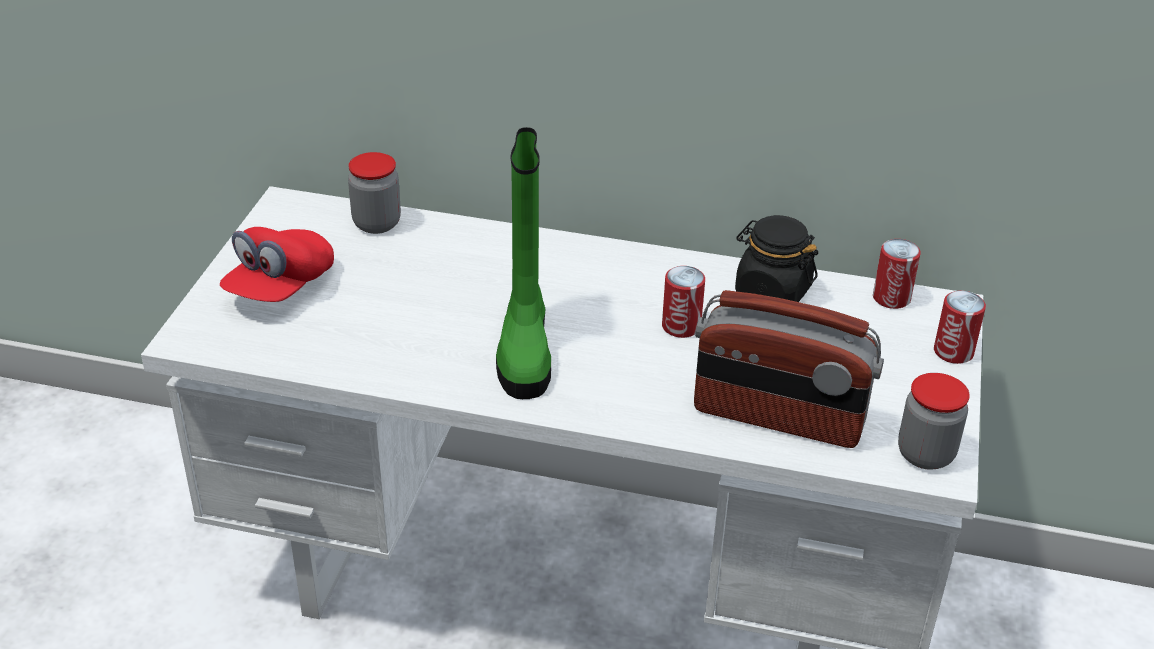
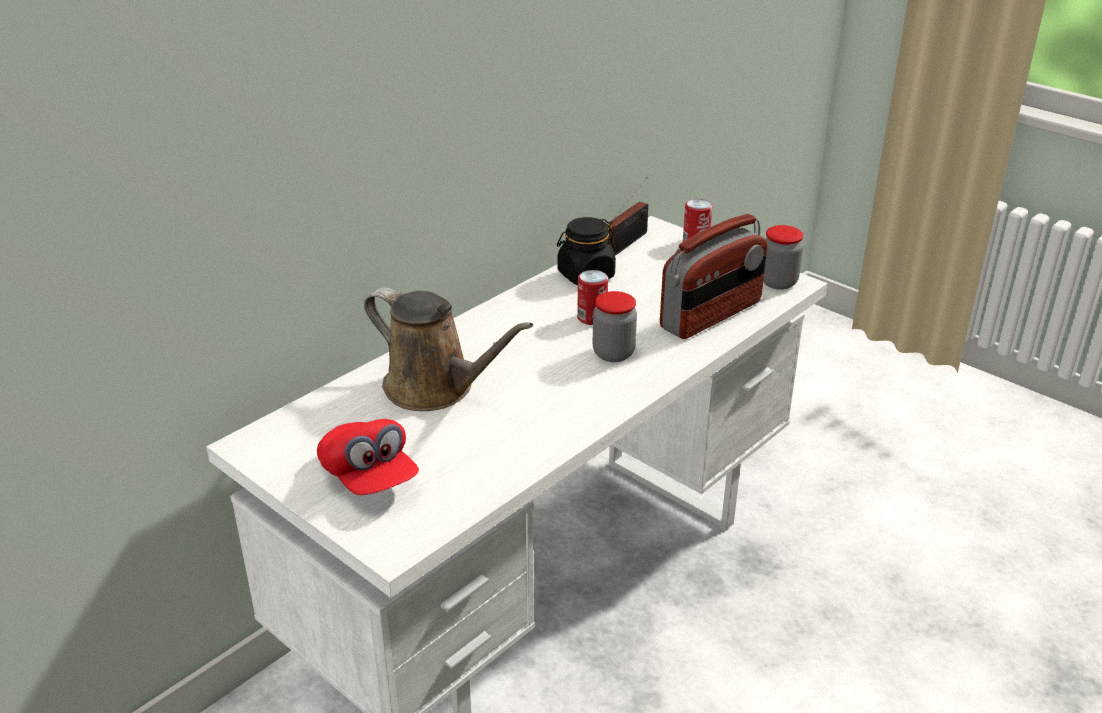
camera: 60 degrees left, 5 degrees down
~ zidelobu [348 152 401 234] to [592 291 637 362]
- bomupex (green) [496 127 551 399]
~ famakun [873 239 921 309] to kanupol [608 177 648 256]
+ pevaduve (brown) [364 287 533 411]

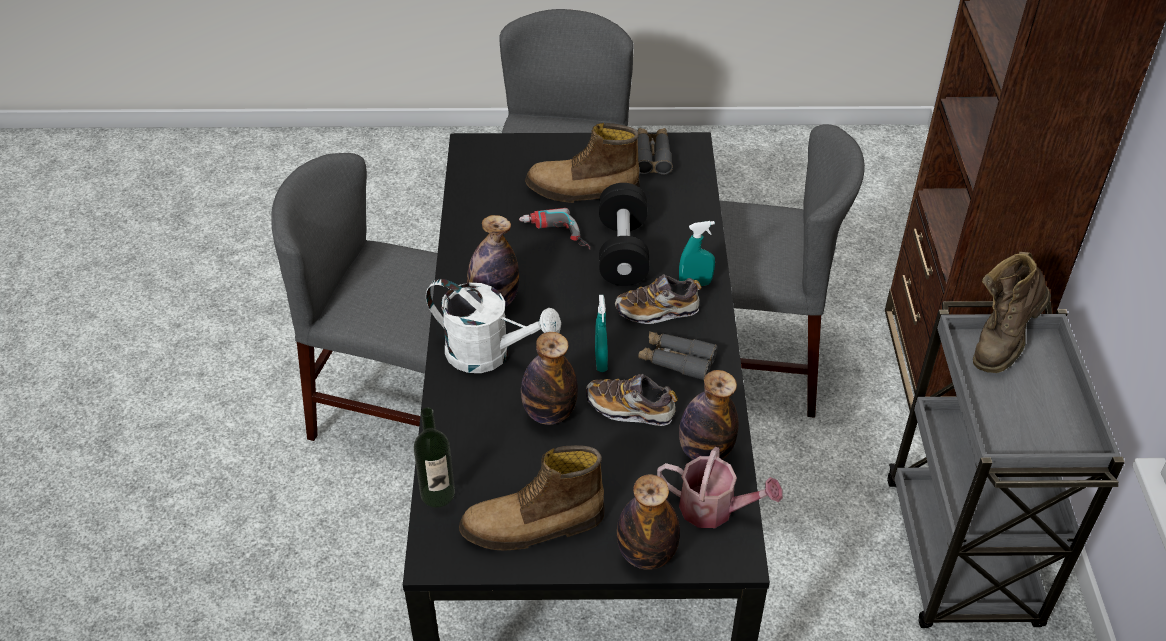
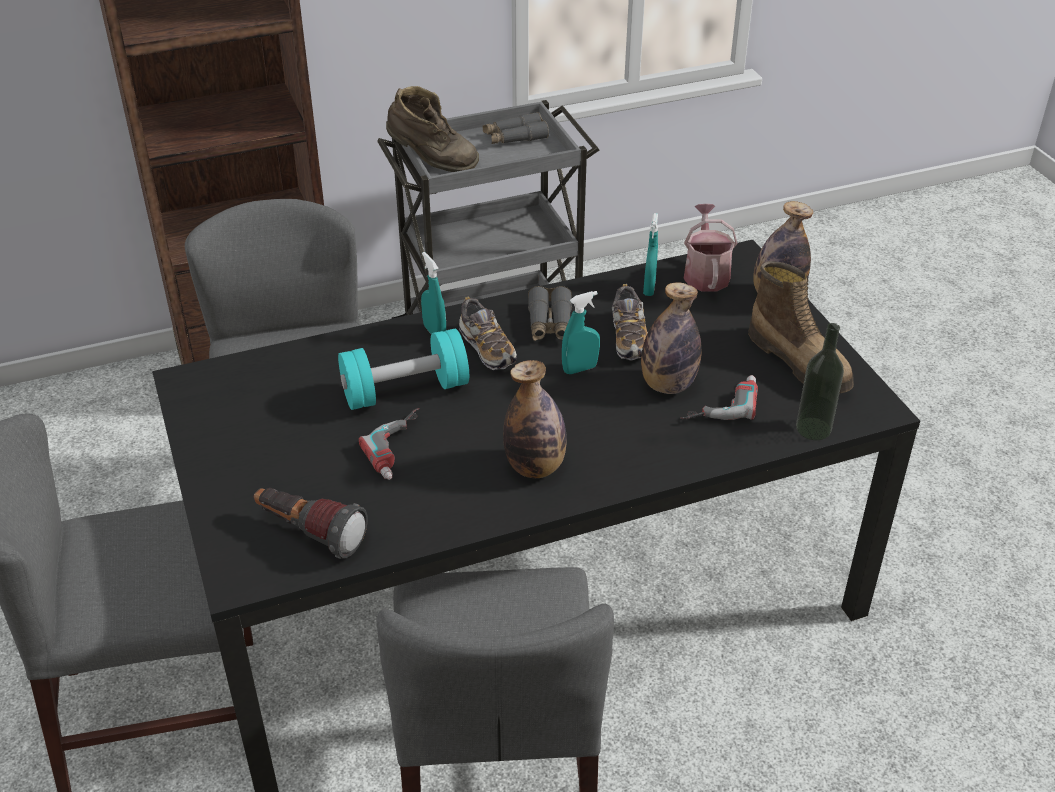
camera: 110 degrees left, 5 degrees down
- pevaduve (white) [426 279 561 373]
- bomupex [525 123 640 203]
~ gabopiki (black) [599 183 649 286] to gabopiki (turquoise) [338 329 469 410]
~ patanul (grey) [638 128 673 175] to [483 112 549 144]
~ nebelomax [679 370 739 460] to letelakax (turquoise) [643 213 658 296]
+ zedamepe [254 488 368 559]
+ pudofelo [680 375 758 420]

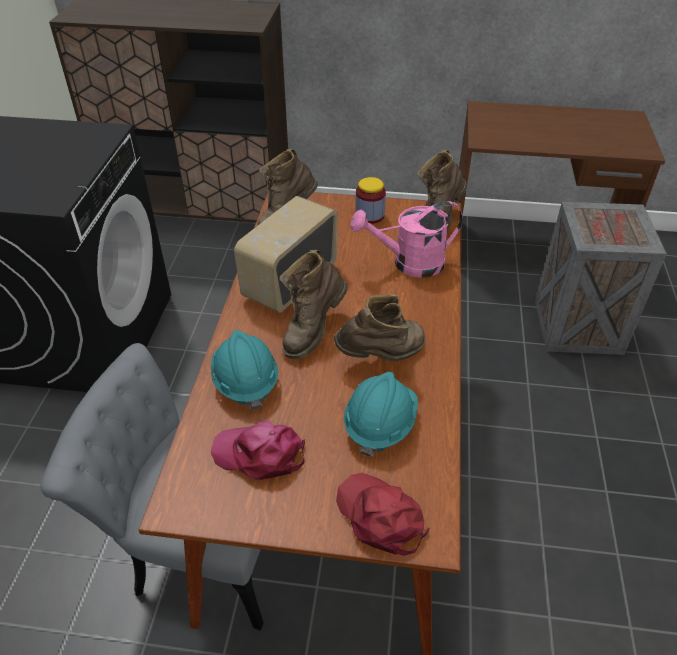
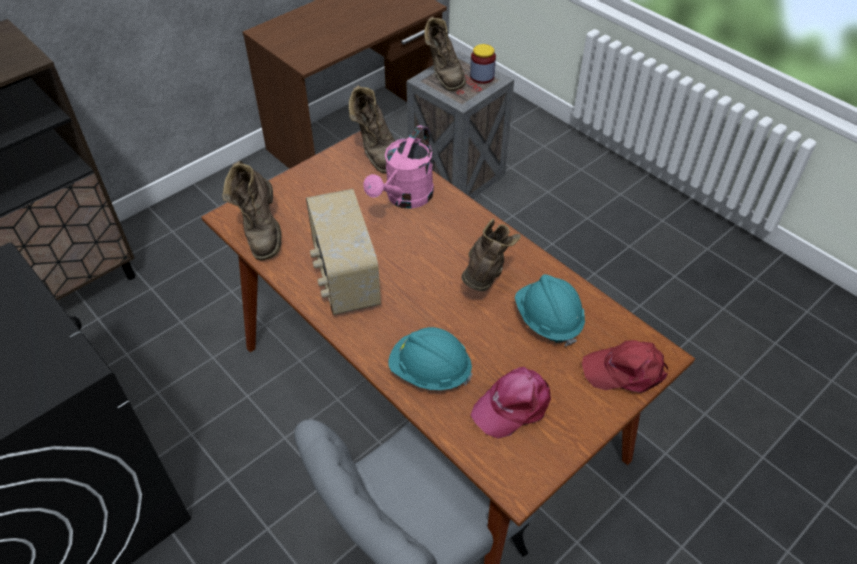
camera: 50 degrees left, 5 degrees up
~ bomupex (brown) [279 250 348 359] to [424 17 466 91]
~ zidelobu [355 177 386 224] to [470 44 496 84]

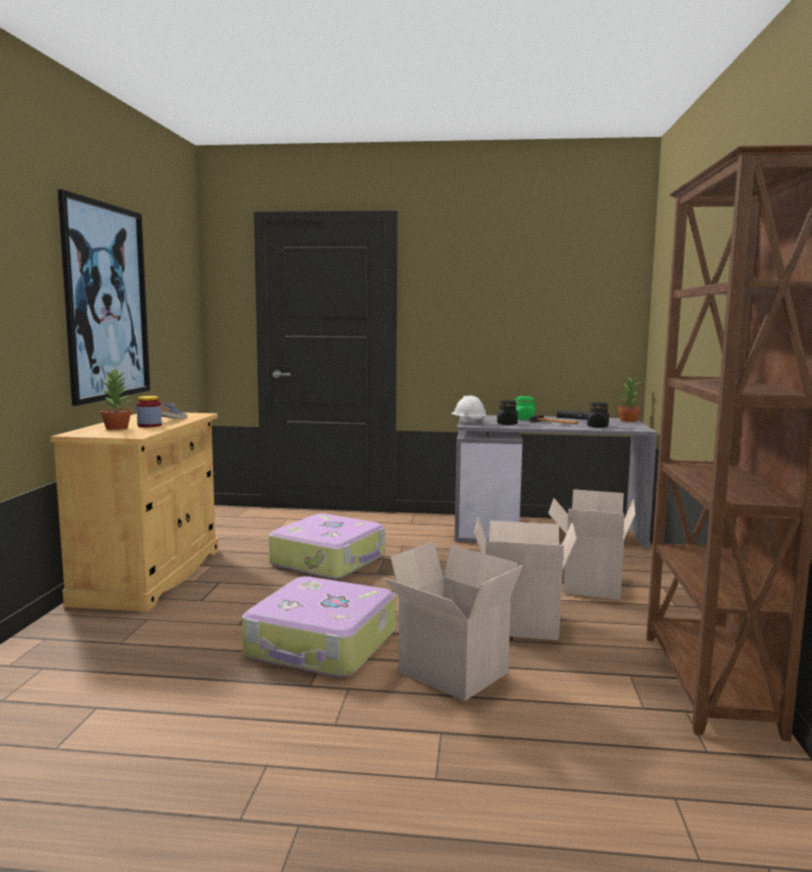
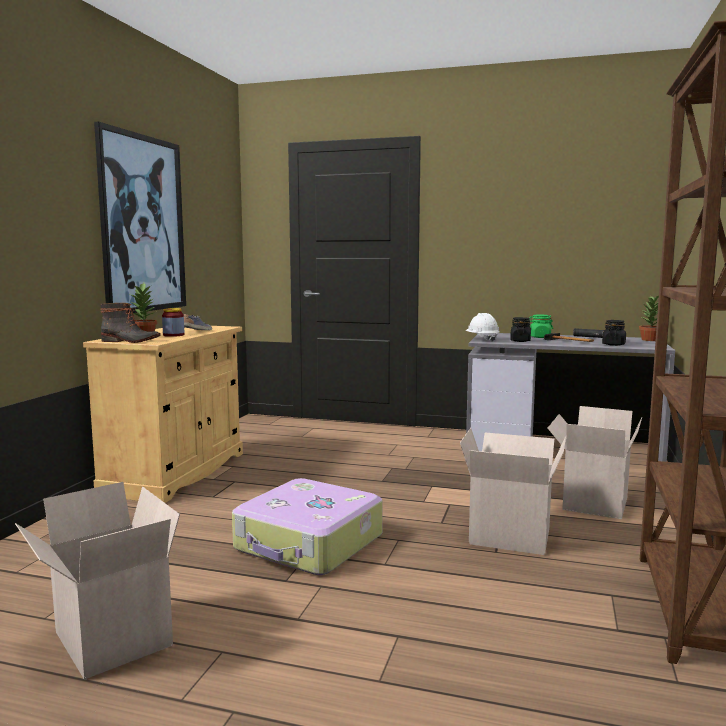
camera: 10 degrees right, 0 degrees up
- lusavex [269 513 385 579]
~ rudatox [383 541 523 701] to [15 482 180 679]
+ bomupex [101 303 161 343]

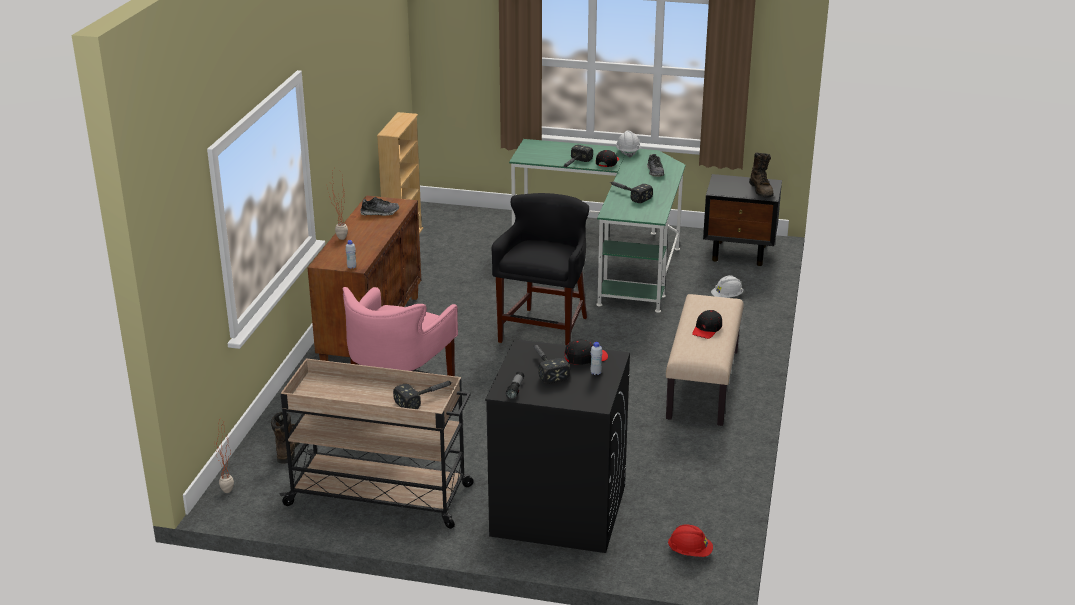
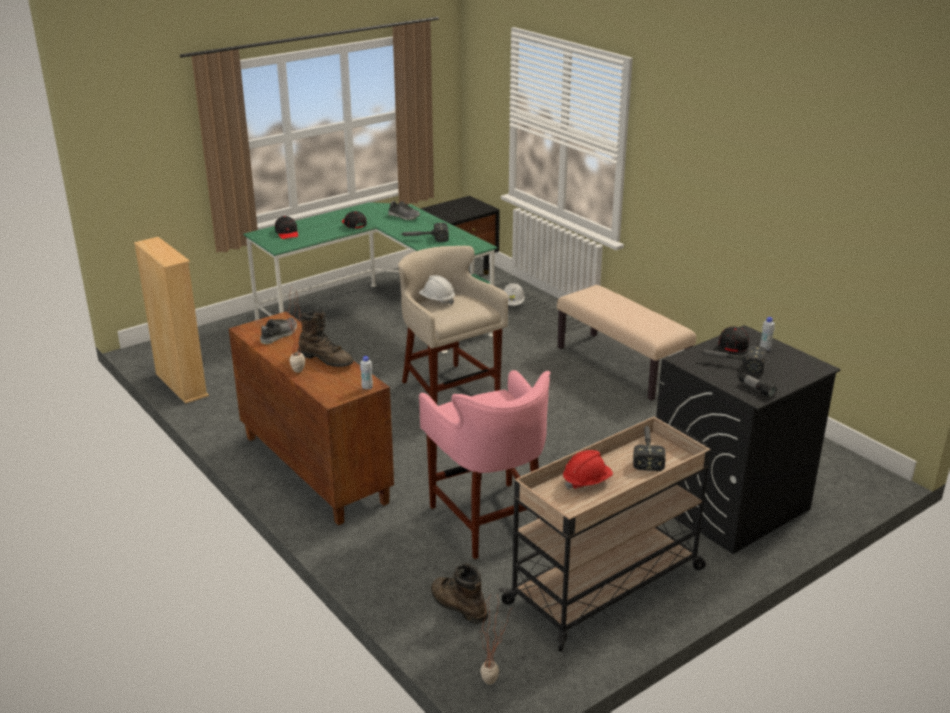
camera: 50 degrees left, 0 degrees up
~ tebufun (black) [491 193 589 345] to tebufun (beige) [398 246 508 404]
- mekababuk [563 145 593 167]
~ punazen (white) [616 131 641 157] to [419 275 455 305]
~ punazen (red) [667 524 713 557] to [563 450 613 490]
~ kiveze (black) [692 310 722 339] to [275 216 298 239]
~ bomupex (brown) [749 152 774 197] to [298 310 353 367]

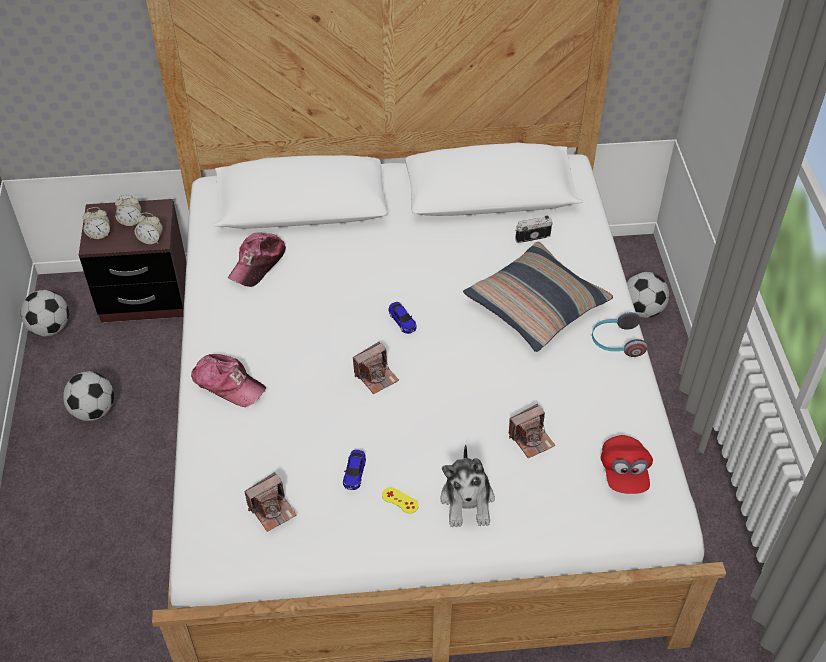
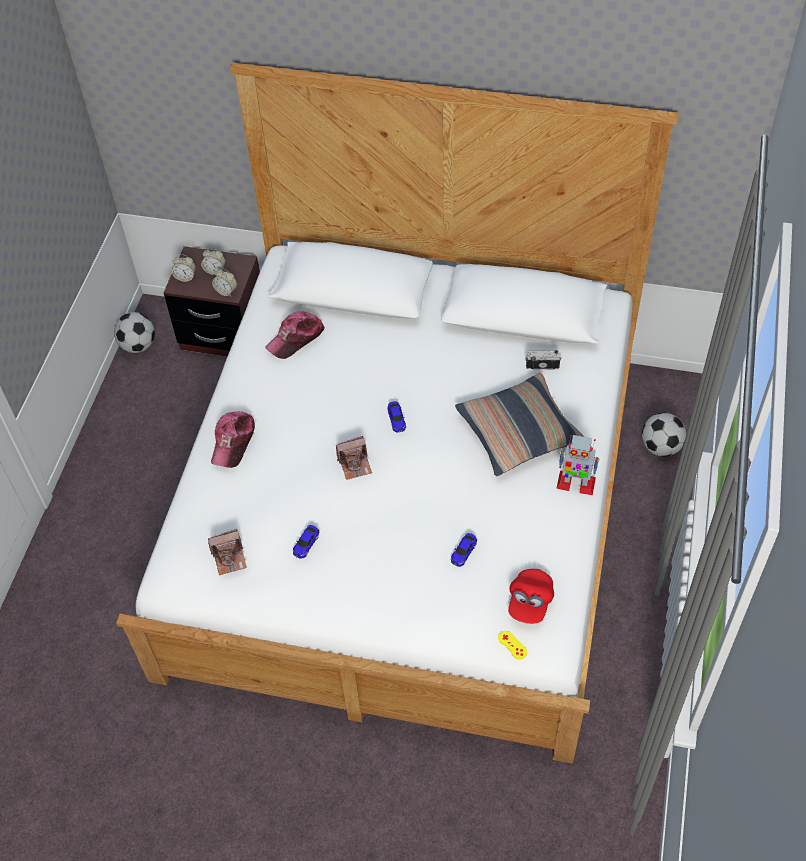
camera: 20 degrees right, 5 degrees up
- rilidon [63 371 114 421]
~ kiveze [191 354 266 407] = [211 411 255 468] 60 degrees clockwise
~ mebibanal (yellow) [382 487 419 514] to [498 631 527 659]
- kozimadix [440 444 495 527]
~ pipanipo [509 404 555 458] to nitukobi [451 533 477 567]
~ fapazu [592 312 648 357] to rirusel [556 435 600 495]

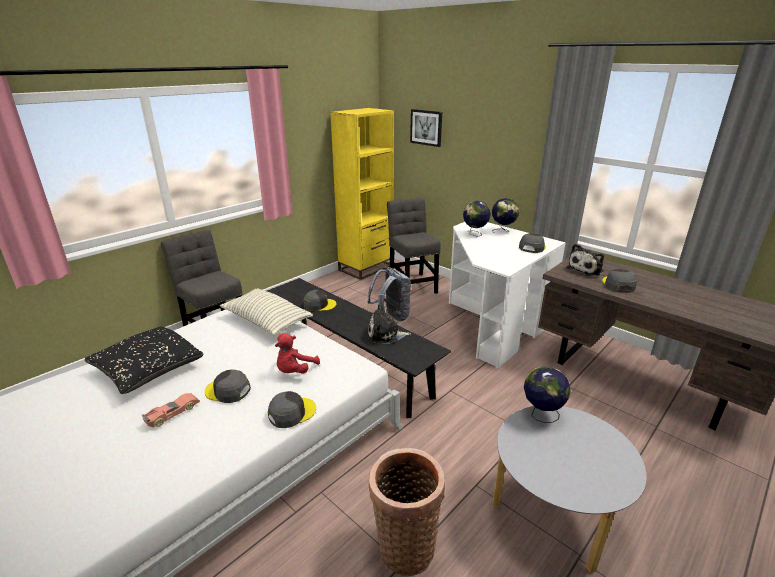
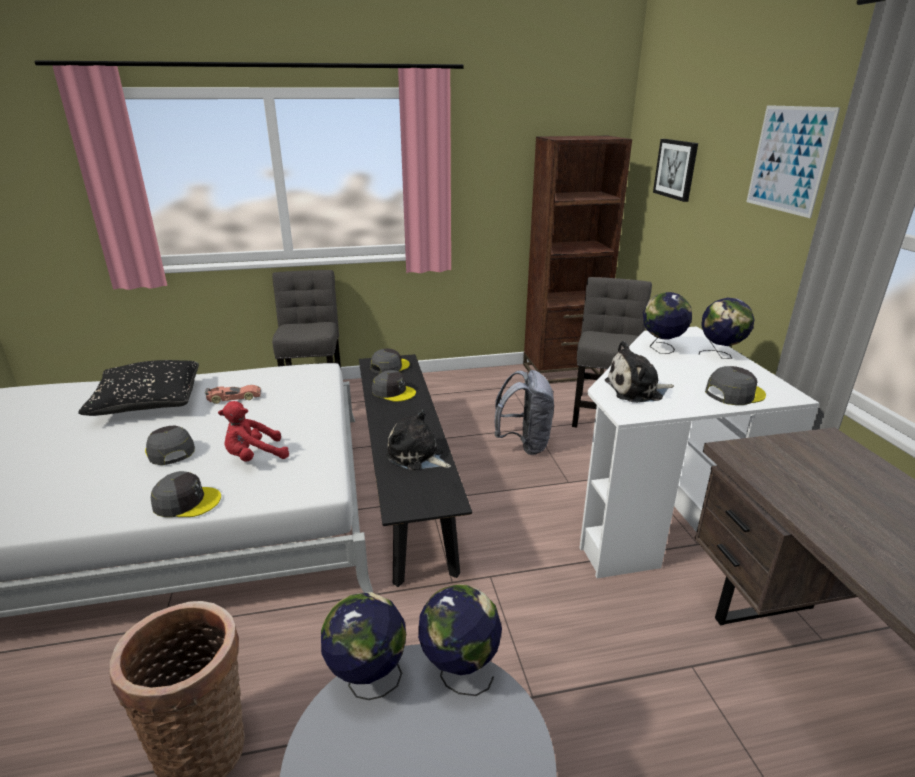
camera: 35 degrees right, 0 degrees up
~ nitukobi [142 393 200 427] to [205 385 261 404]
- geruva [220 289 313 335]
~ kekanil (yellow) [330 108 394 280] to kekanil (brown) [523 136 632 383]
~ kozimadix [566 244 604 276] to [605 341 674 403]
~ kiveze (grey) [602 269 637 293] to [370 349 410 374]
+ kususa [321 592 406 700]
+ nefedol [746 105 840 218]

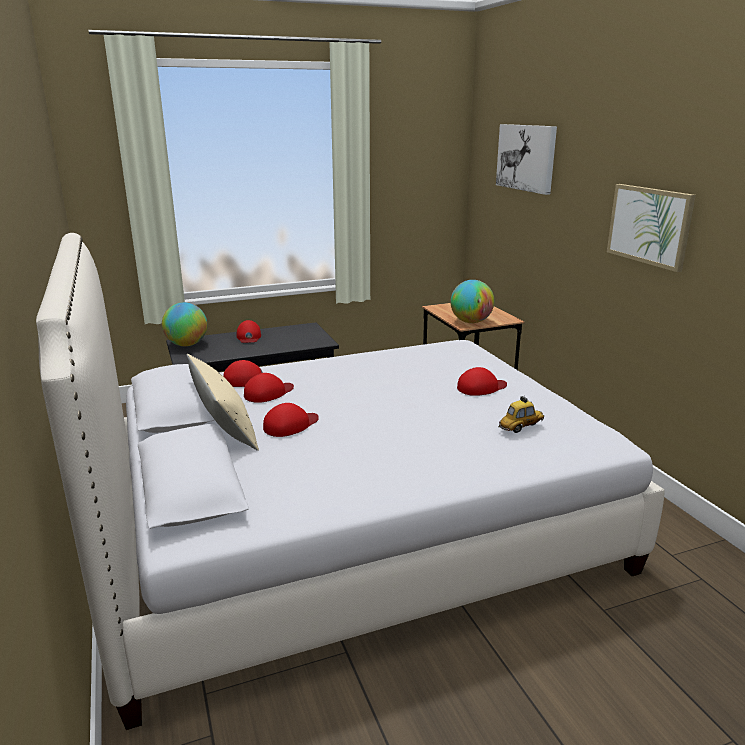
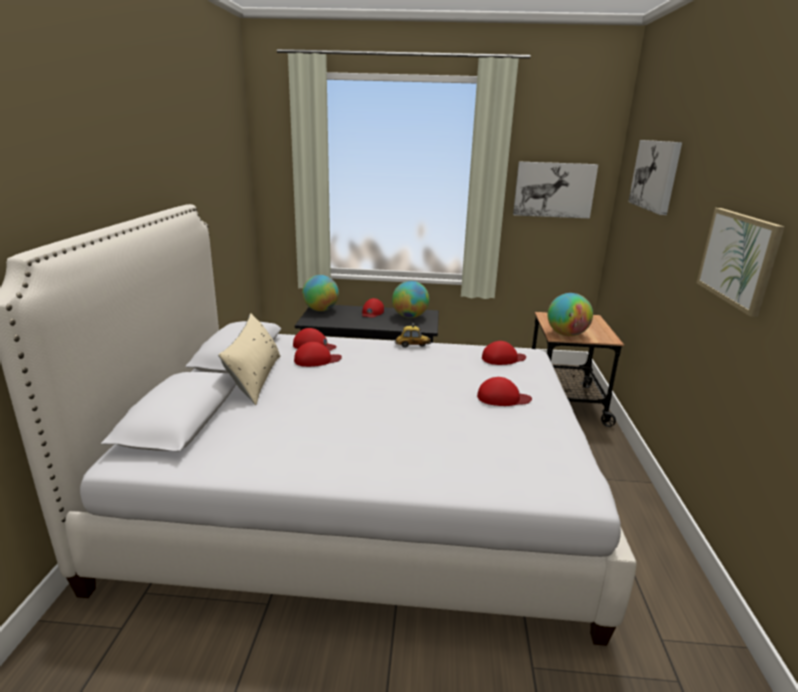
camera: 25 degrees right, 0 degrees up
~ kiveze (red) [263 403 319 437] to [482 341 526 365]
~ nitukobi [498 396 544 433] to [395 323 431 348]
+ kususa [392 281 429 318]
+ nefedol [513 162 598 219]

